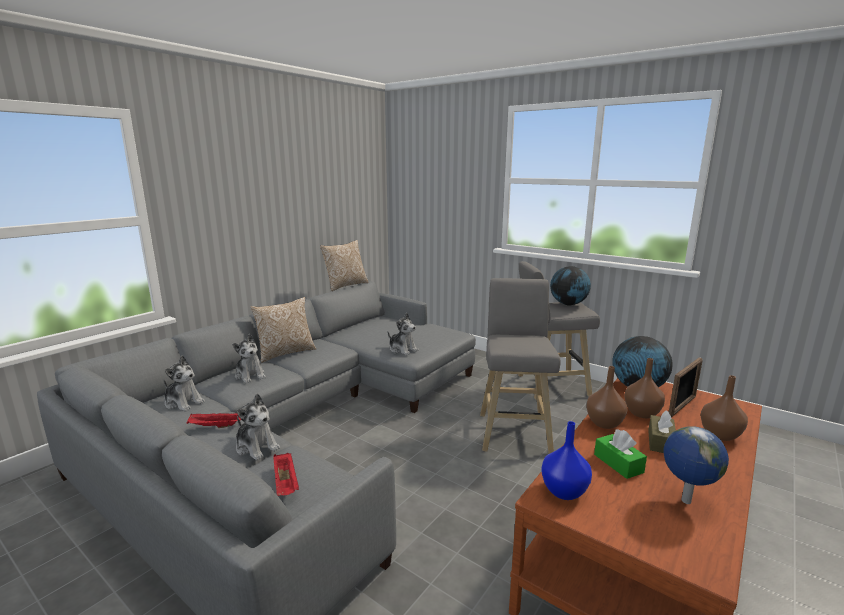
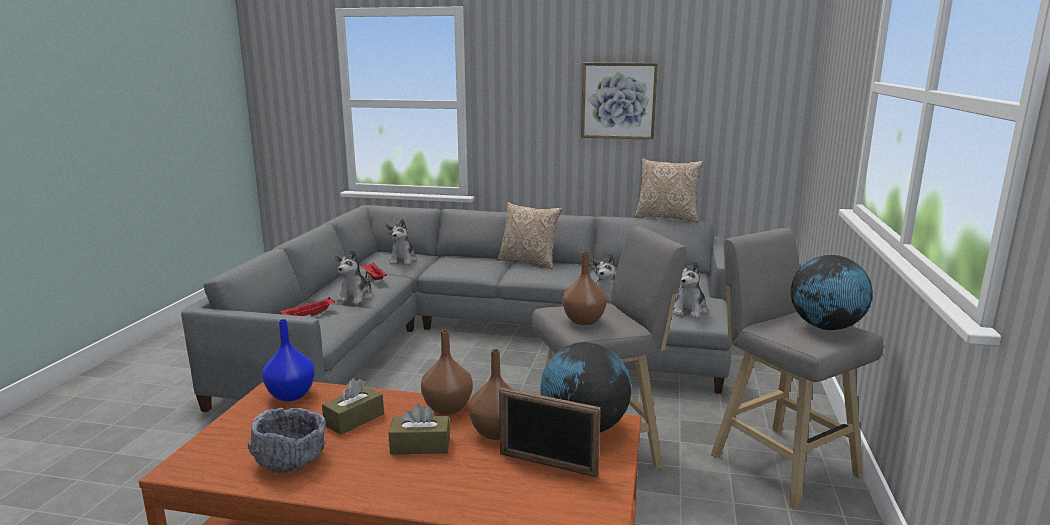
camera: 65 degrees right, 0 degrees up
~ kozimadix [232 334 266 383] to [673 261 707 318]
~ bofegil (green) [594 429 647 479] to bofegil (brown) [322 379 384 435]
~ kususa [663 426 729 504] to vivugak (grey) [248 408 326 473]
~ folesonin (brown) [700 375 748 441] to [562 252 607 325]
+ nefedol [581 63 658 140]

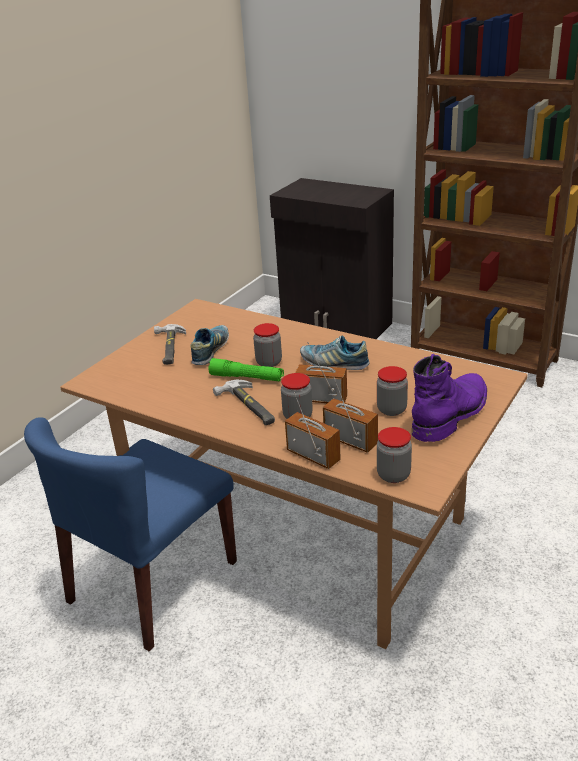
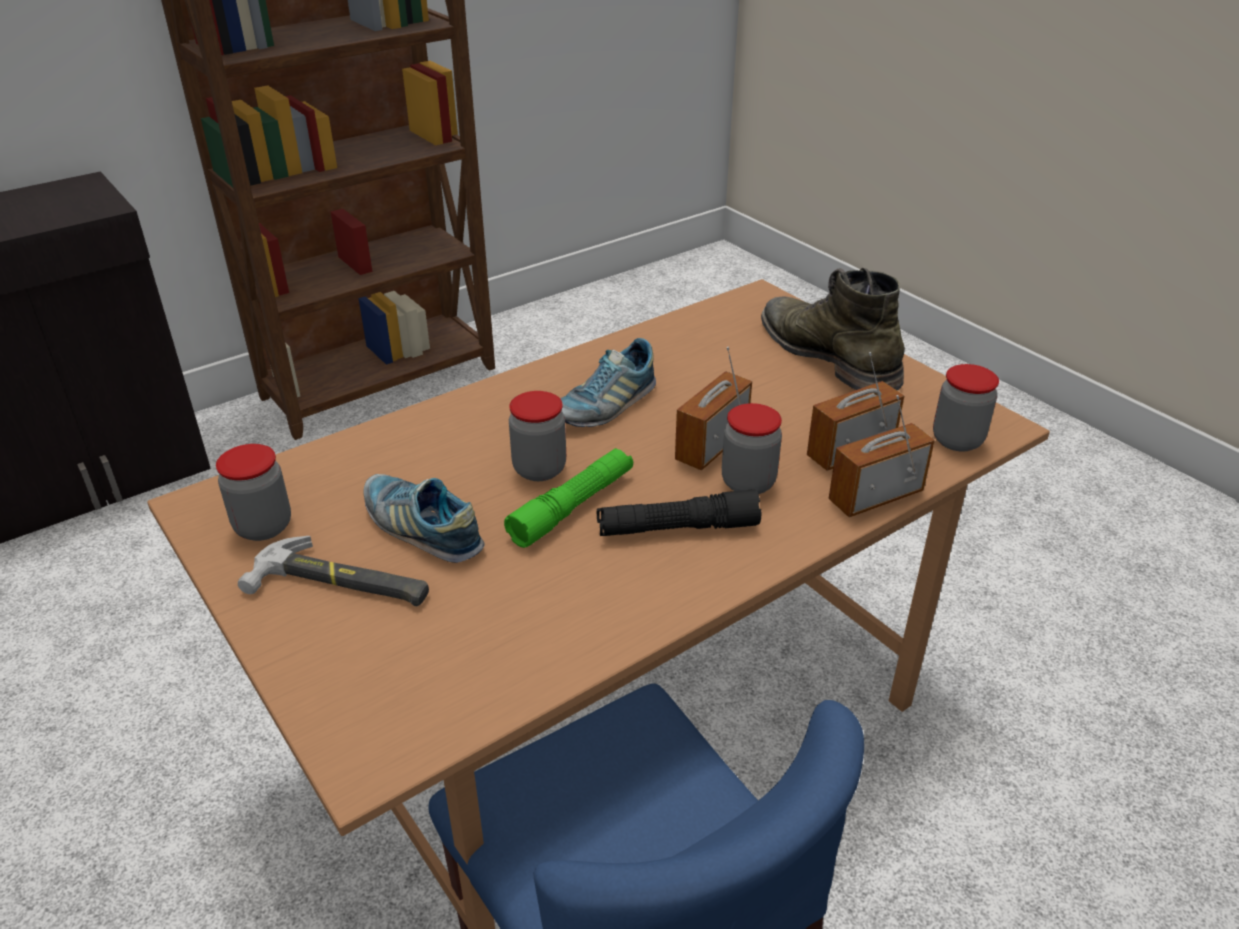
camera: 70 degrees left, 5 degrees up
~ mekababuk [213 380 275 425] to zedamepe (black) [597 489 761 536]
~ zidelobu [377 366 408 416] to [216 444 291 541]
~ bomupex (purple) [412 354 487 442] to bomupex (green) [761 268 905 391]

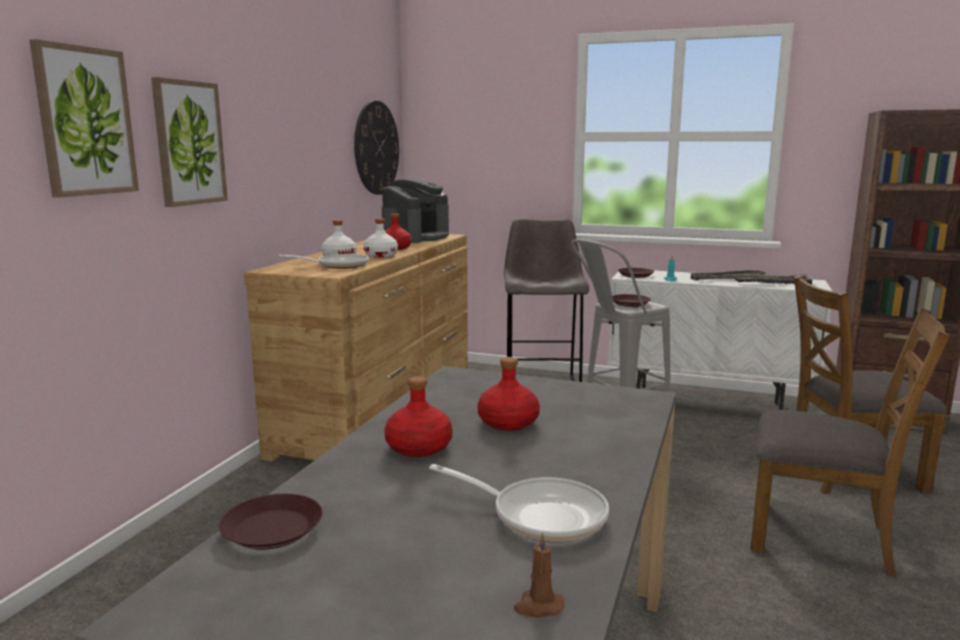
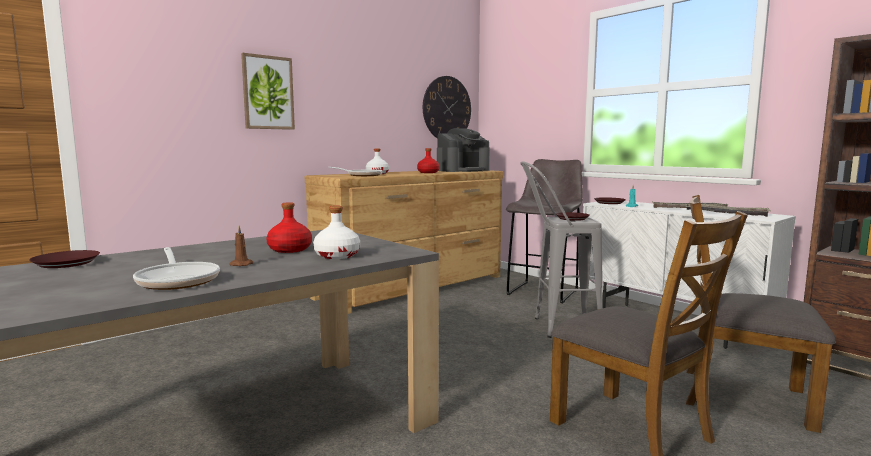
camera: 30 degrees right, 5 degrees down
- nefedol [29 39 139 198]
~ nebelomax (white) [363 218 398 257] to [313 206 360 259]
- nebelomax (red) [384 376 453 457]
~ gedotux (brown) [514 532 564 618] to [229 226 253 266]

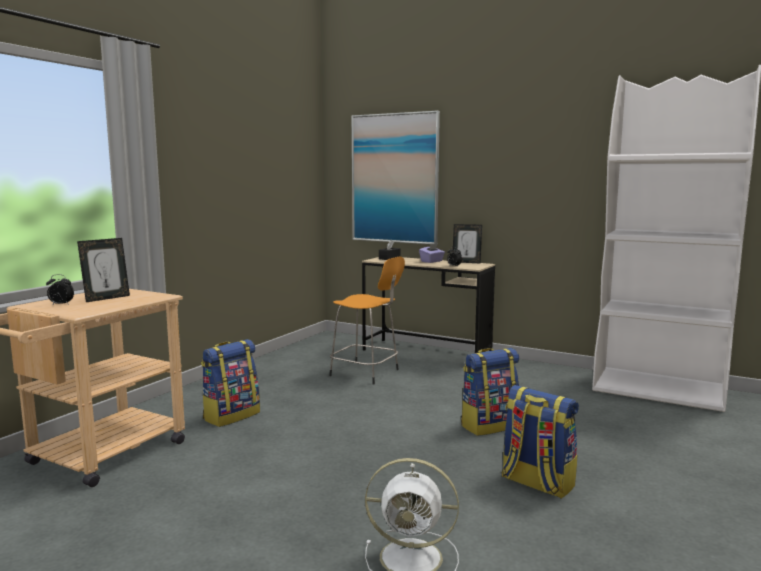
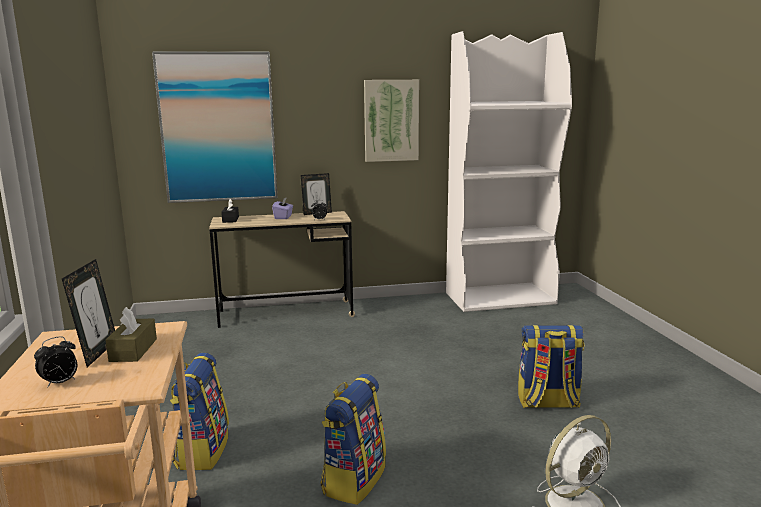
camera: 40 degrees left, 5 degrees up
- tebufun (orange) [329 256 405 384]
~ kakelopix [461 348 519 436] to [321 374 386 505]
+ bofegil (brown) [105 307 157 362]
+ nefedol [364 80 419 162]

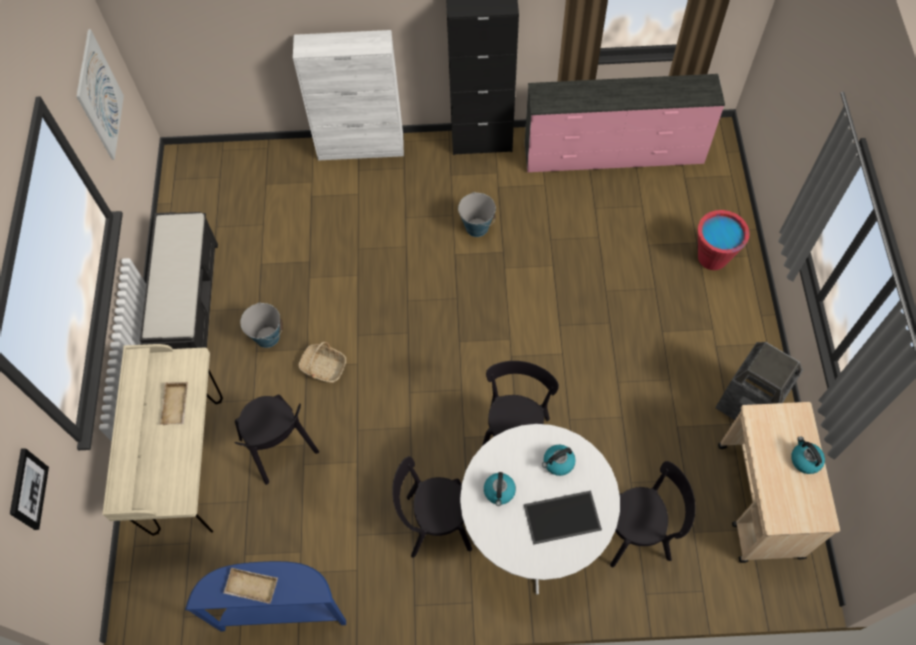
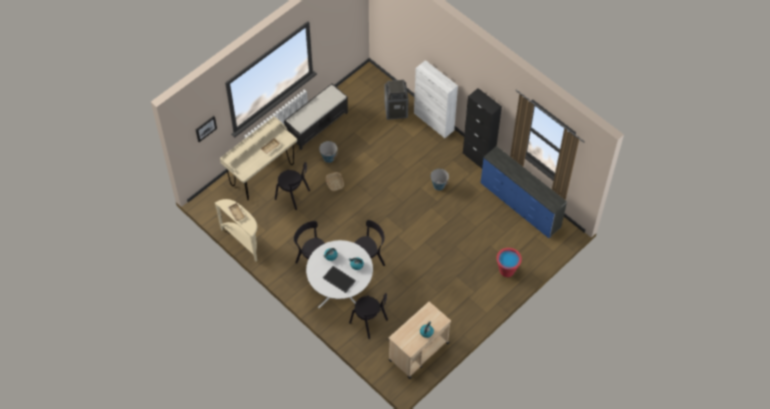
camera: 45 degrees right, 5 degrees down
- nefedol [76 29 124 160]
~ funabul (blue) [185 561 346 631] to funabul (beige) [215 199 258 262]
~ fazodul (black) [234 395 319 485] = [275 162 310 210] 75 degrees counterclockwise
~ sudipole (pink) [525 74 725 172] to sudipole (blue) [481 146 567 238]
~ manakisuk [715 342 804 420] to [384 80 409 120]

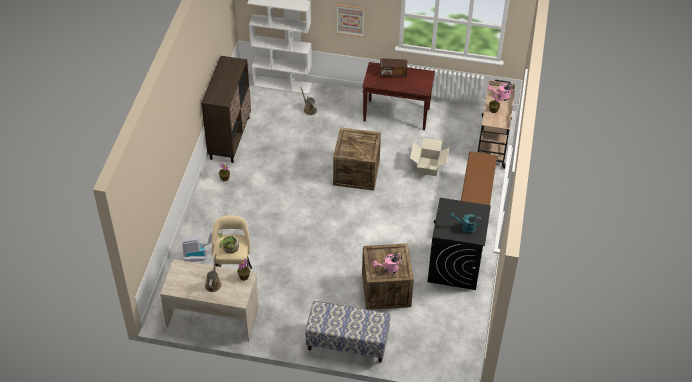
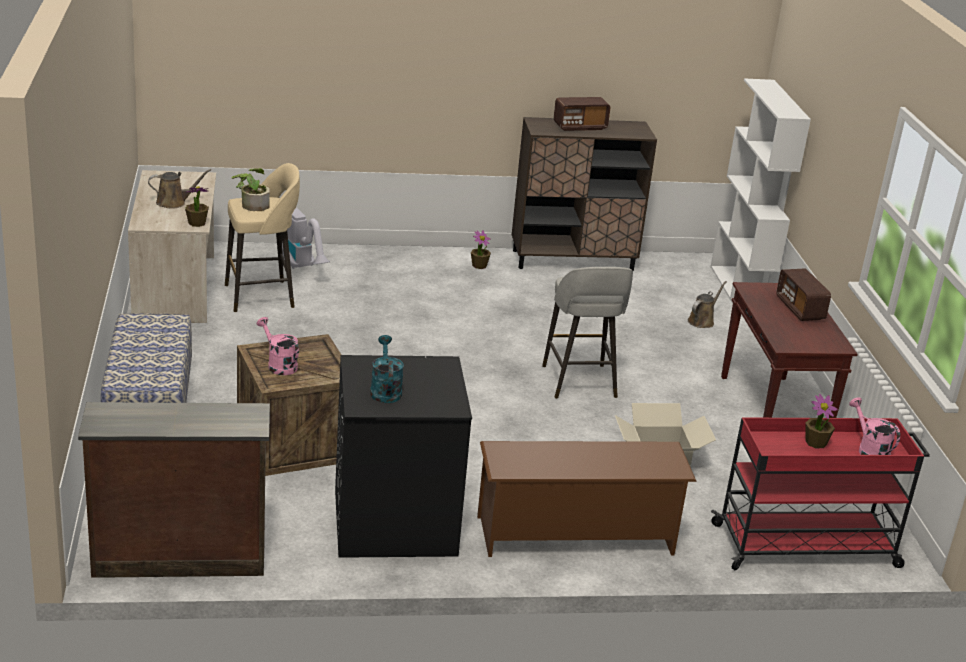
camera: 70 degrees right, 20 degrees down
~ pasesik [333 127 381 191] to tebufun (grey) [542 267 633 399]
- nefedol [337 4 364 37]
~ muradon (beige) [477 80 516 169] to muradon (red) [711 417 930 570]
+ sudipole (brown) [78 402 270 578]
+ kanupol [553 97 611 131]

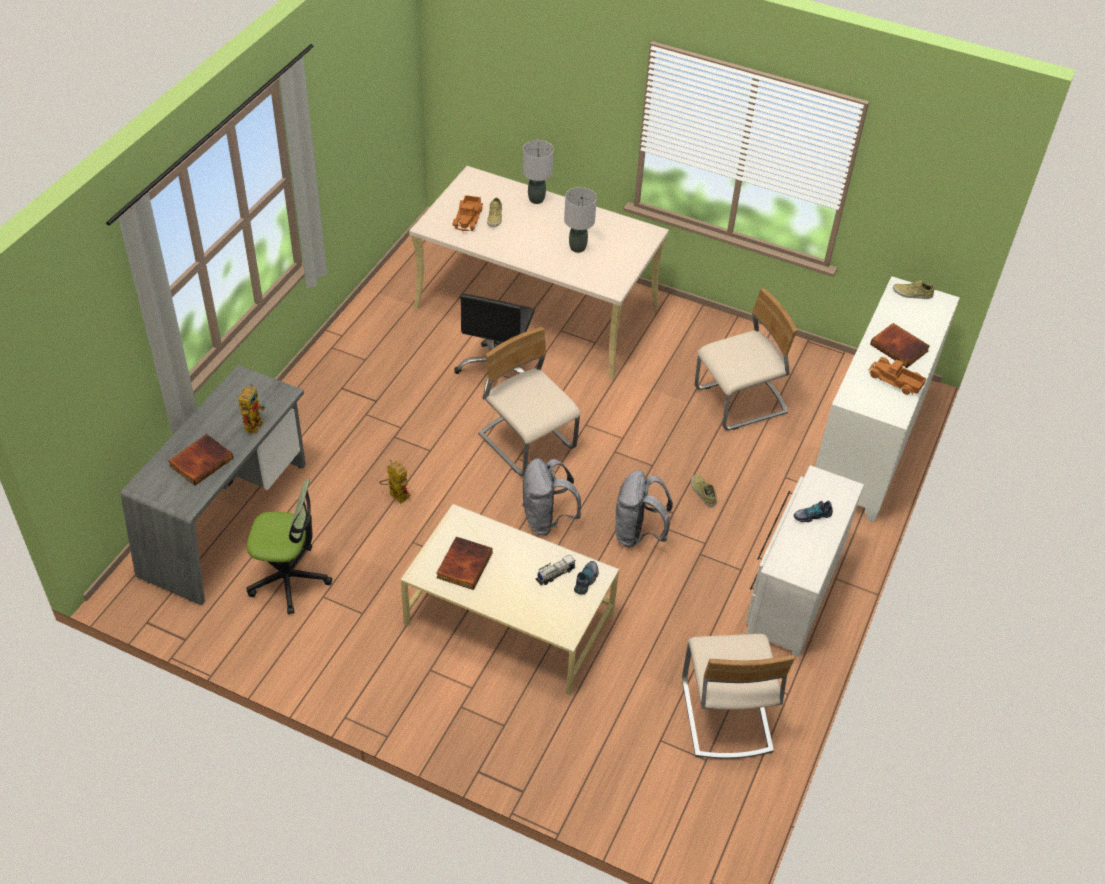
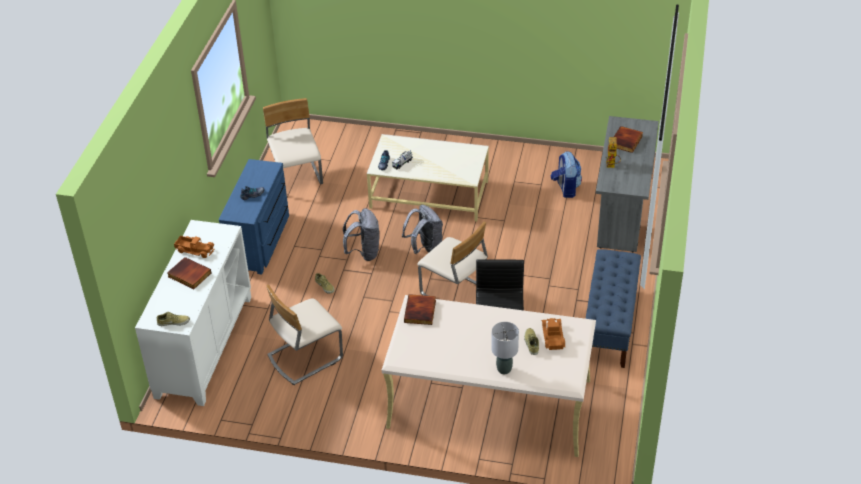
camera: 170 degrees right, 5 degrees down
~ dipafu [246 479 332 615] to kakelopix [551 151 582 198]
- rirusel [379 460 411 504]
~ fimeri [436 537 493 590] to [404 294 436 325]
- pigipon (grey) [564 187 597 253]
~ sudipole (white) [746 465 864 657] to sudipole (blue) [219 159 289 275]
+ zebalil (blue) [586 249 641 368]

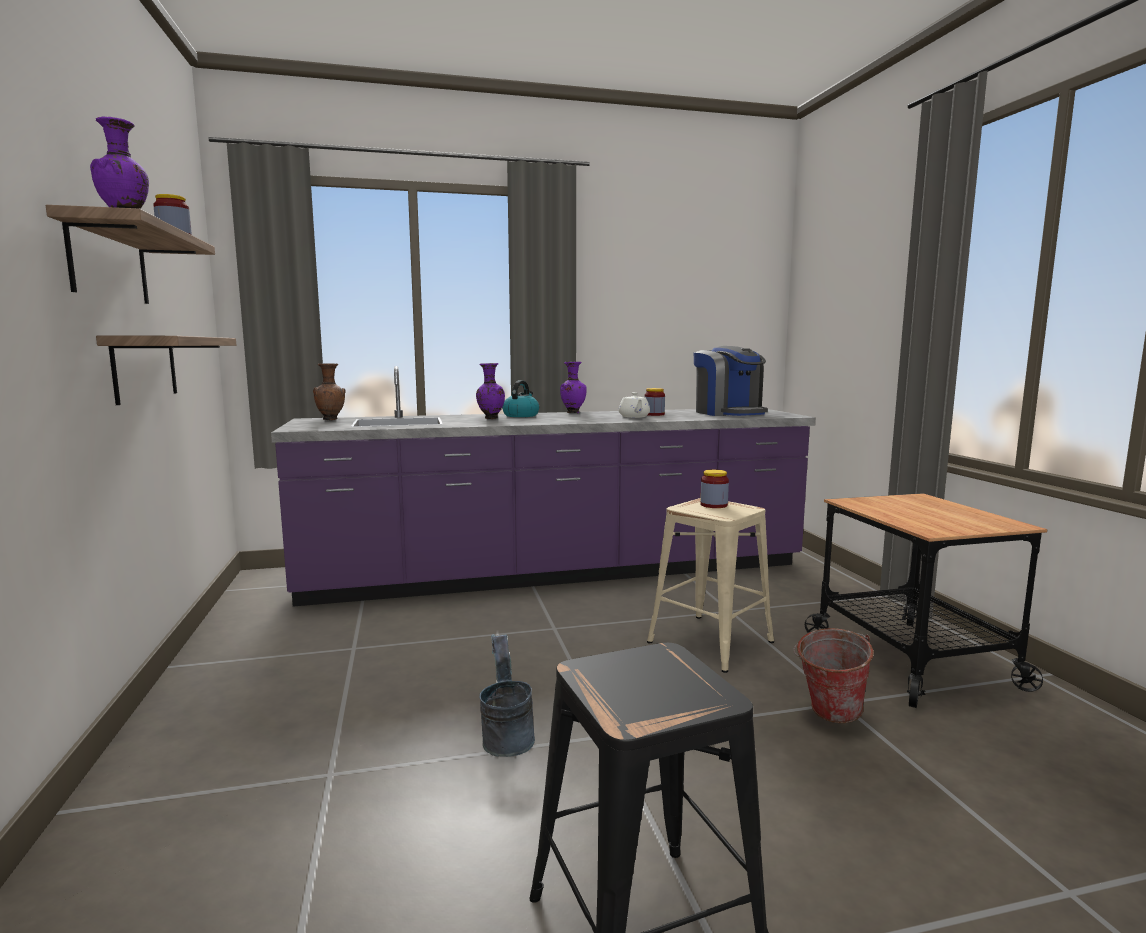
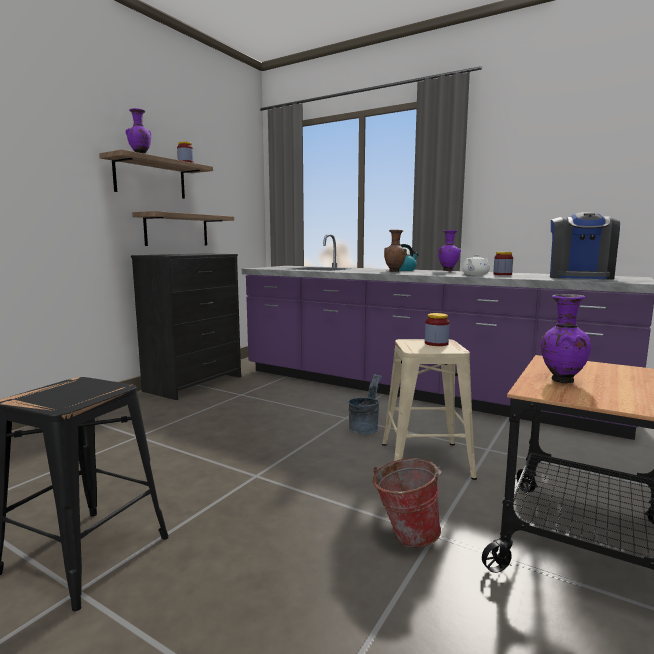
camera: 45 degrees right, 0 degrees up
~ folesonin (brown) [313 363 345 420] to [384 230 407 272]
~ folesonin (purple) [476 363 505 419] to [541 294 591 384]
~ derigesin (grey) [479 634 535 757] to [349 374 382 434]
+ sudipole (black) [131 253 241 400]

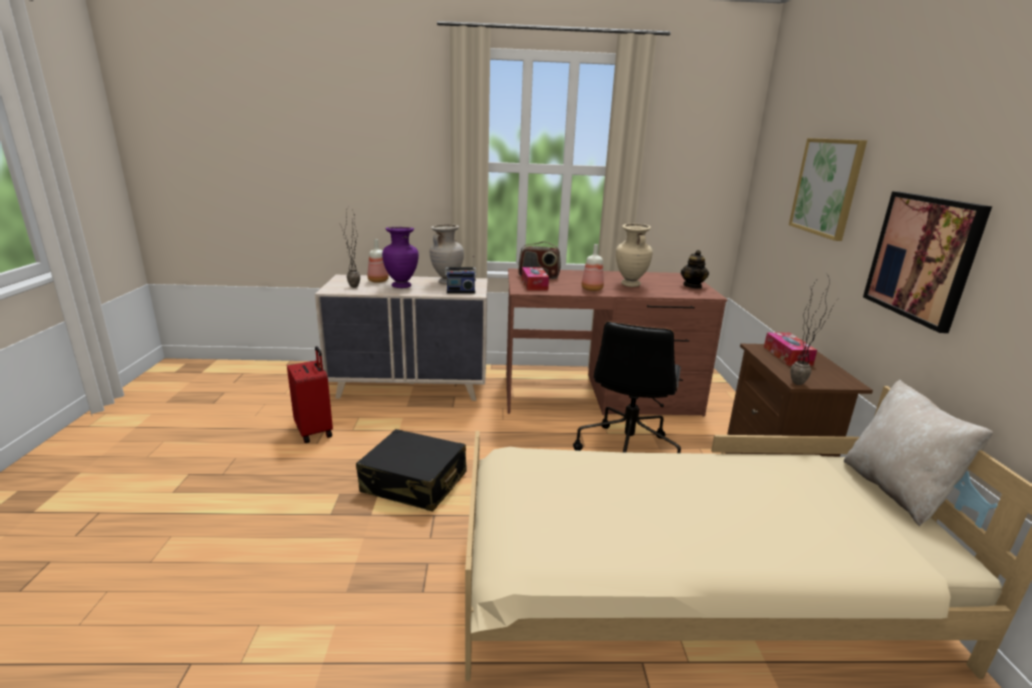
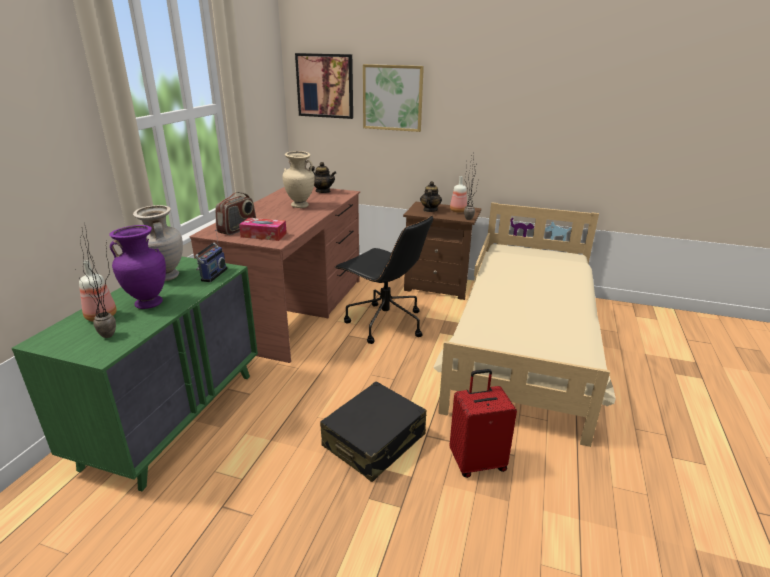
camera: 70 degrees left, 5 degrees up
~ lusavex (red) [287 346 333 443] to [449 369 517 478]
~ sudipole (beige) [315 275 488 401] to sudipole (green) [12 257 258 491]
~ nebelomax [581 244 604 291] to [450 176 467 213]
~ bofegil [764 333 817 366] to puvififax [420 181 442 212]
- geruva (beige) [844 380 993 526]
~ nefedol [863 191 992 333] to [295 53 353 119]

